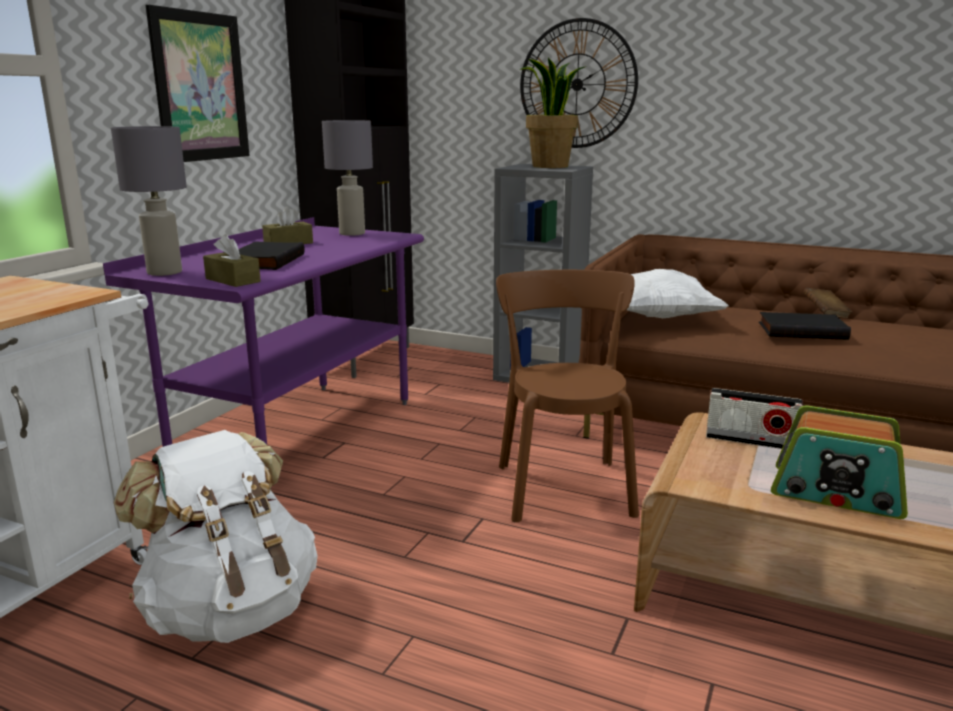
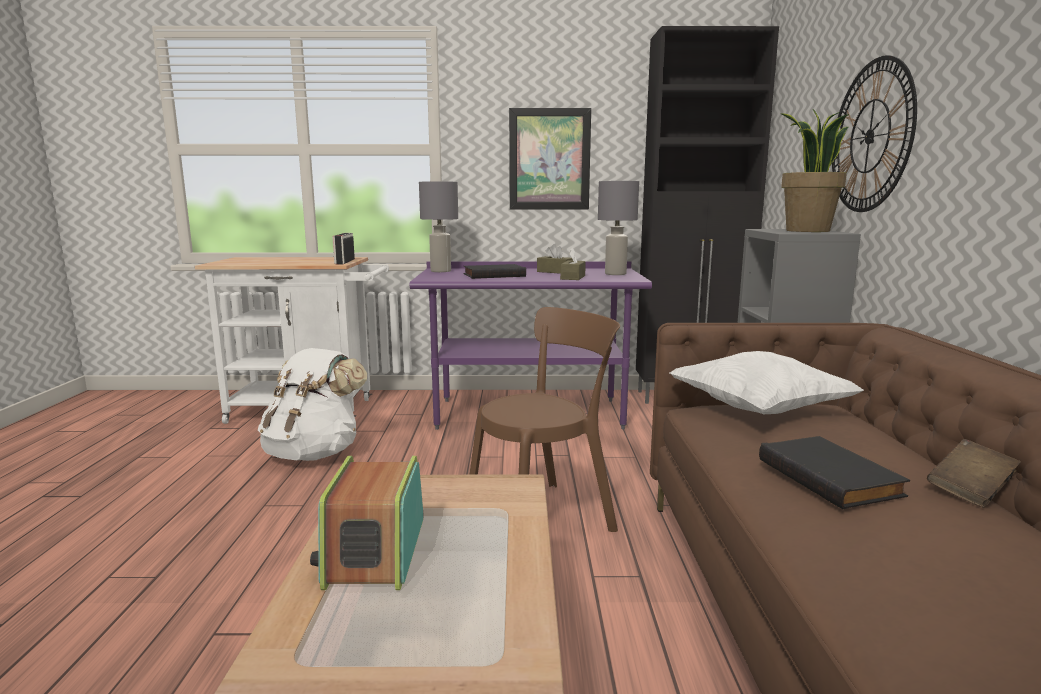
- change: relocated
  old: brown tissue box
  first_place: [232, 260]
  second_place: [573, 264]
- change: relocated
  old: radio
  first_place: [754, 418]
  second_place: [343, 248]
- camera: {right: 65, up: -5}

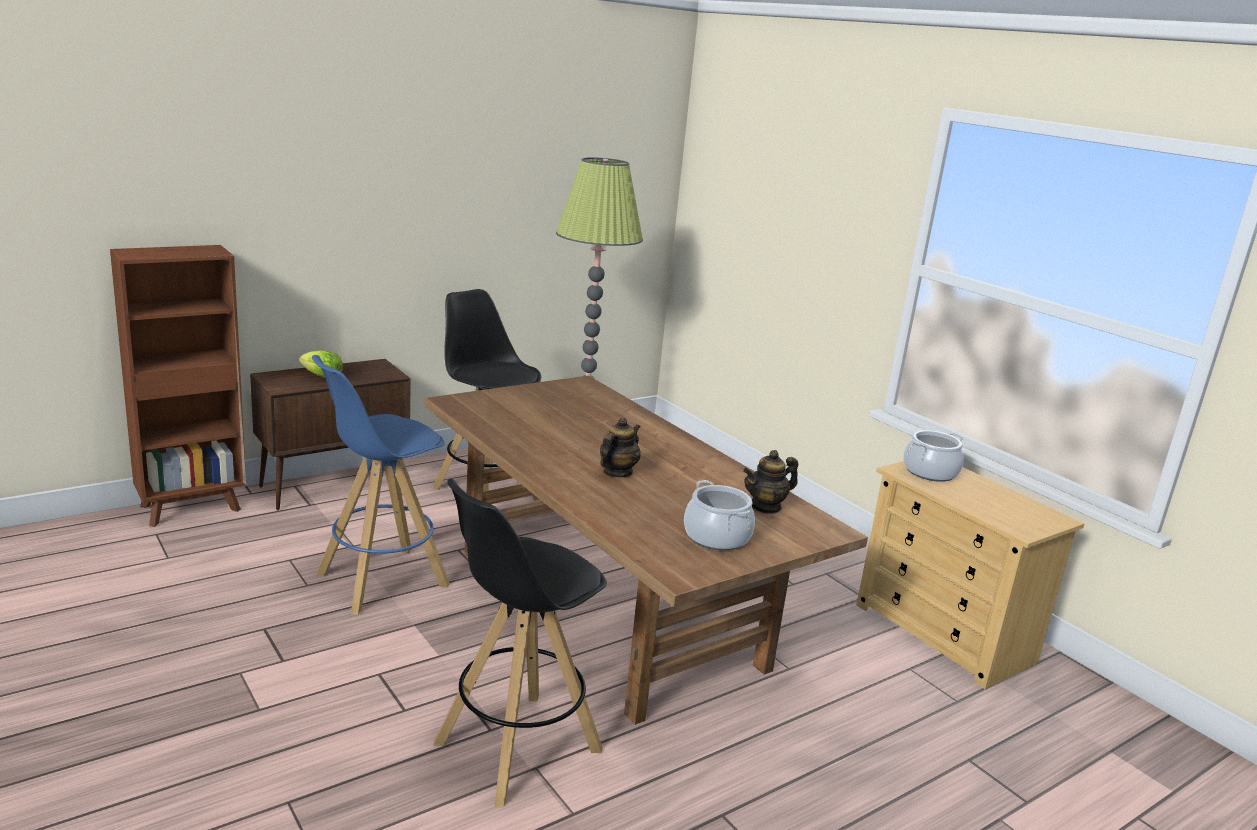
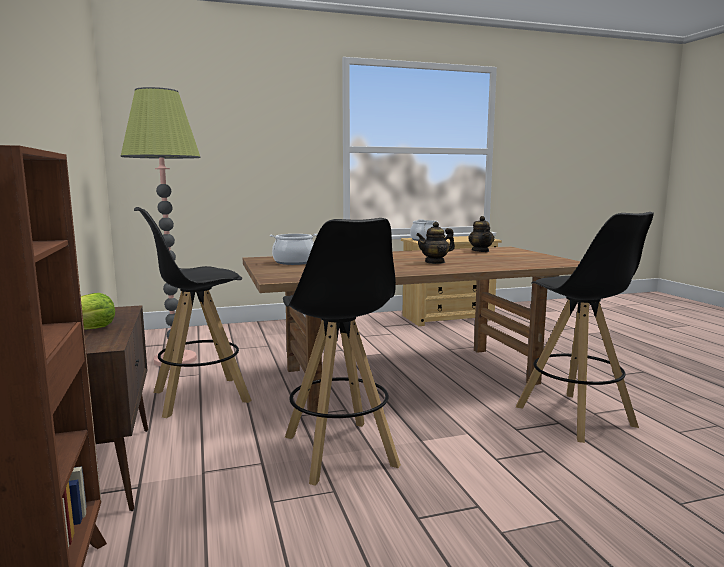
- change: colour
  old: blue stool
  new: black stool
  first_place: [381, 485]
  second_place: [342, 352]
- change: spun
  old: teapot
  first_place: [620, 447]
  second_place: [435, 243]
  degrees: -75
- change: relocated
  old: cooking pot
  first_place: [719, 515]
  second_place: [294, 249]
- camera: {right: -70, up: -10}

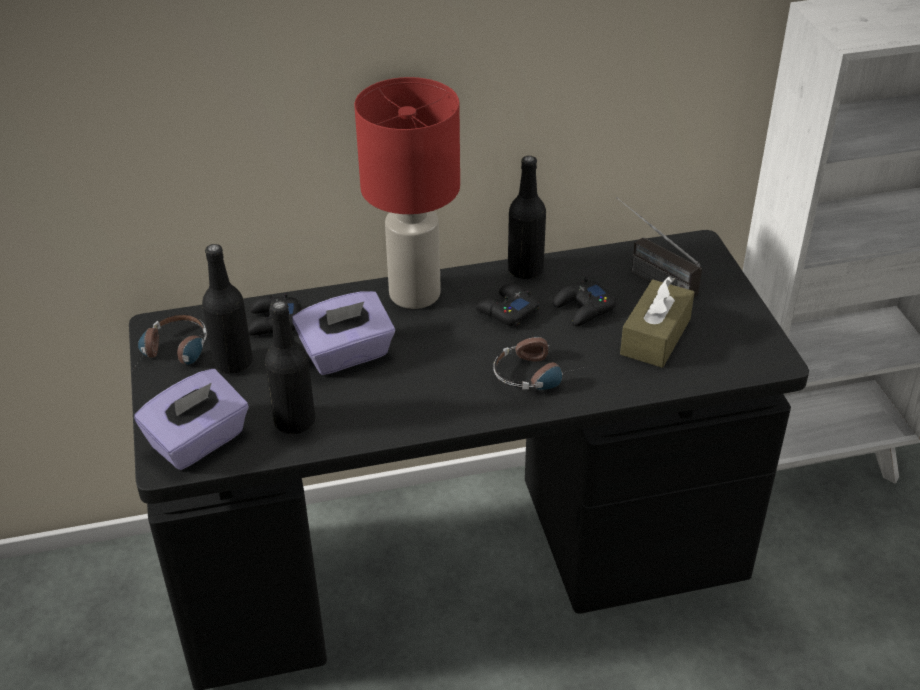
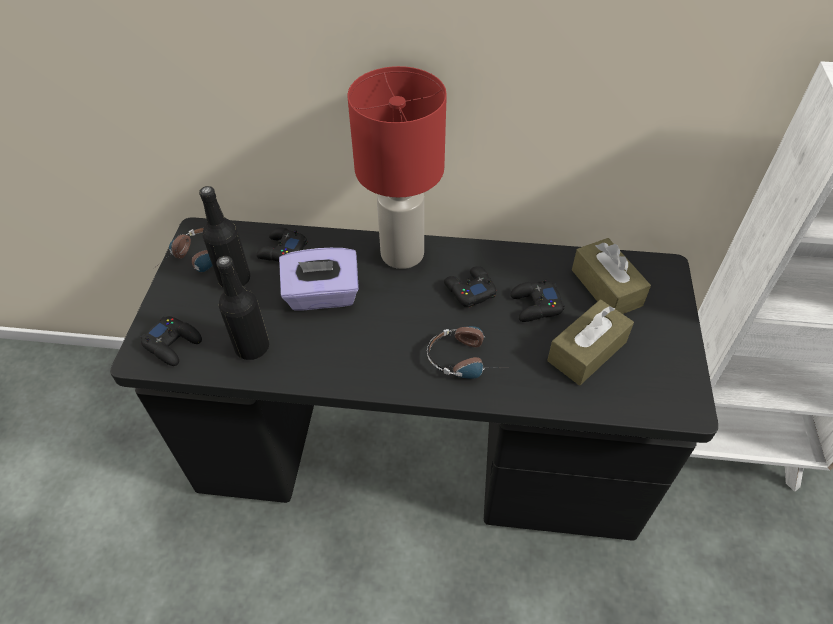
- change: missing
  old: black bottle
  first_place: [527, 217]
- change: exchanged
  old: radio
  new: brown tissue box
  first_place: [659, 247]
  second_place: [611, 276]
- change: exchanged
  old: purple tissue box
  new: black game controller
  first_place: [191, 419]
  second_place: [171, 341]
- camera: {right: 20, up: 10}

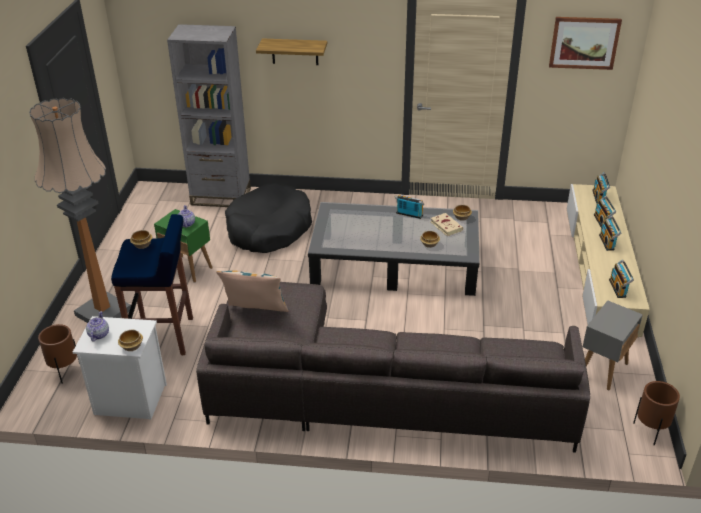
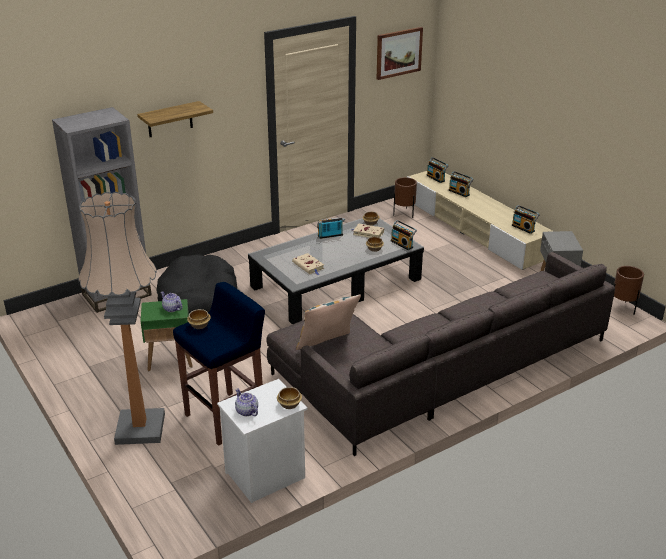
- change: relocated
  old: radio
  first_place: [610, 233]
  second_place: [404, 235]
- change: relocated
  old: brown planter
  first_place: [59, 354]
  second_place: [405, 197]
- change: appeared
  new: beige book
  second_place: [308, 264]
- camera: {right: -40, up: -5}

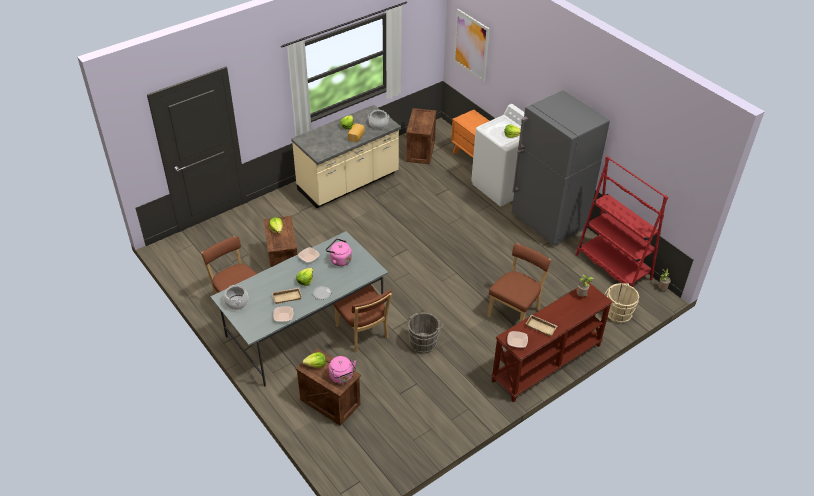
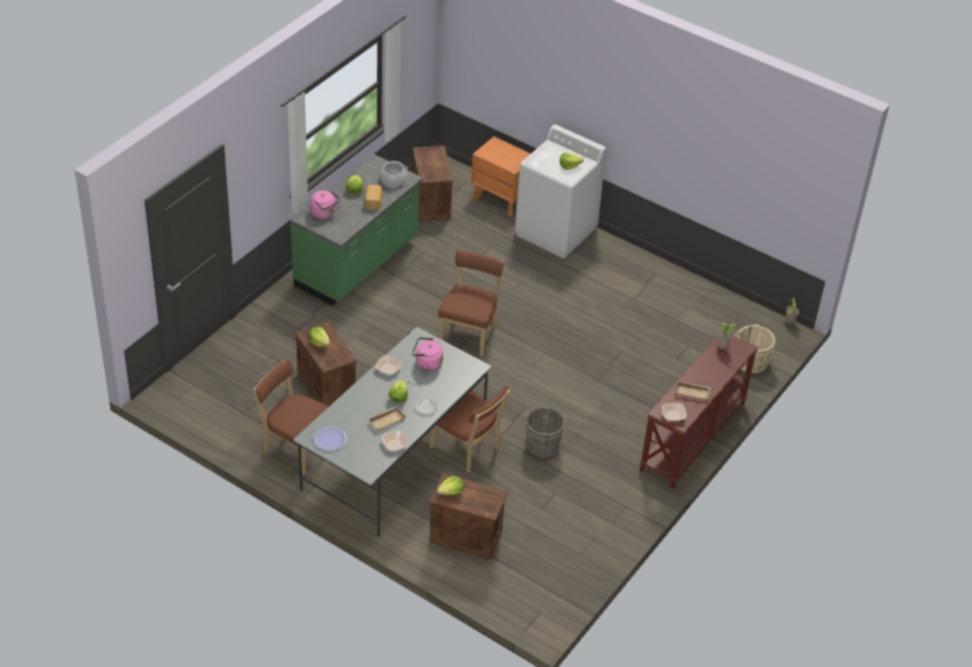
- change: missing
  old: picture
  first_place: [472, 45]
- change: missing
  old: grey fridge
  first_place: [561, 167]
- change: colour
  old: beige counter
  new: green counter
  first_place: [346, 156]
  second_place: [356, 230]
- change: missing
  old: red bookcase
  first_place: [622, 221]
- change: relocated
  old: brown chair
  first_place: [519, 282]
  second_place: [471, 304]
- change: exchanged
  old: cooking pot
  new: plate
  first_place: [236, 297]
  second_place: [330, 439]
- change: relocated
  old: pink kettle
  first_place: [342, 369]
  second_place: [325, 204]
- camera: {right: -20, up: 0}

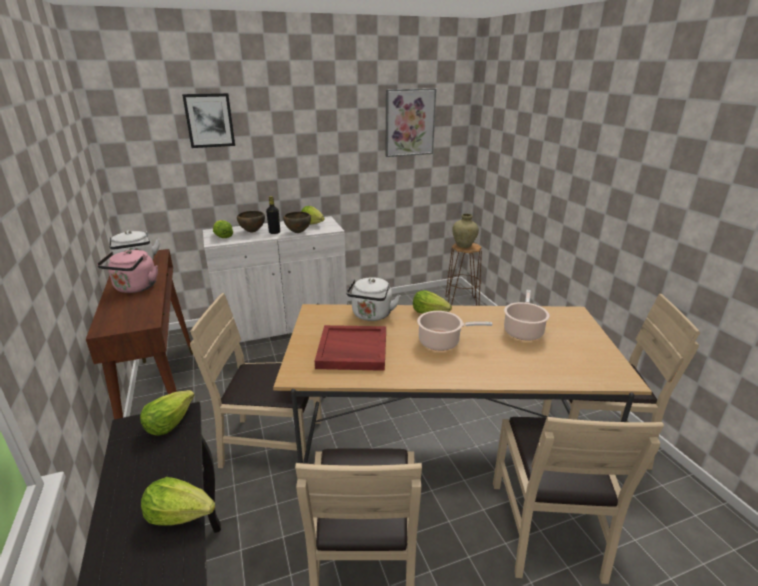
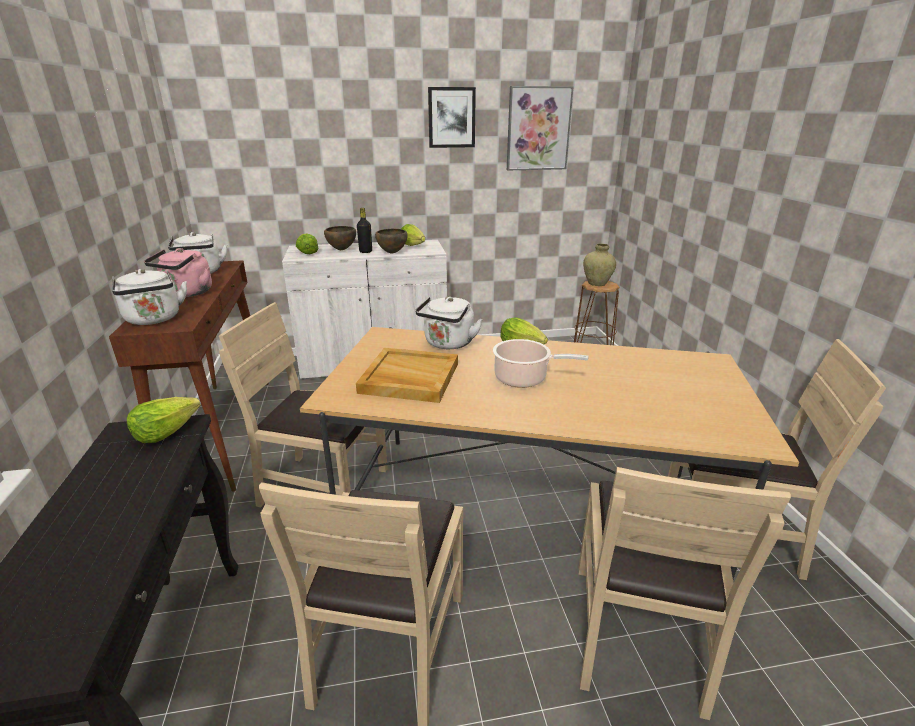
- change: relocated
  old: picture
  first_place: [208, 120]
  second_place: [452, 117]
- change: missing
  old: cooking pot
  first_place: [527, 315]
- change: colour
  old: red tray
  new: beige tray
  first_place: [350, 348]
  second_place: [407, 375]
- change: missing
  old: lettuce
  first_place: [178, 501]
- change: appeared
  new: white kettle
  second_place: [149, 297]
- camera: {right: 10, up: 0}

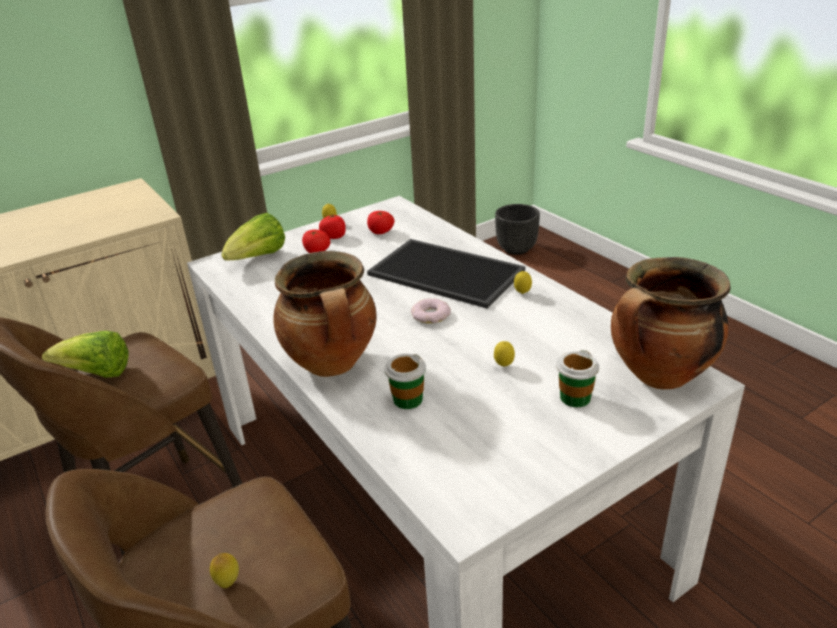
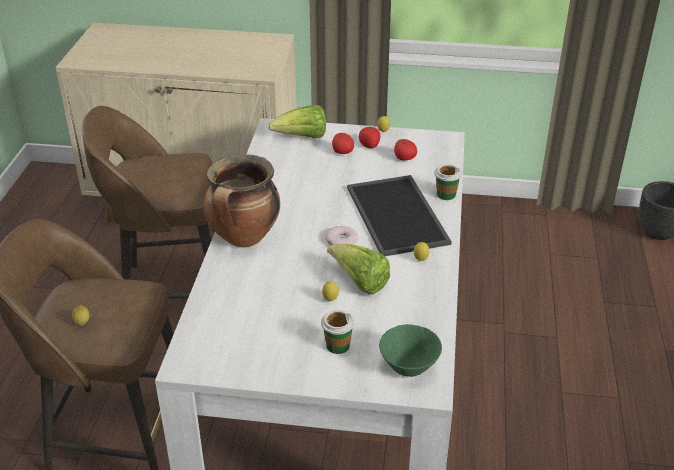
- change: exchanged
  old: cooking pot
  new: green bowl
  first_place: [671, 323]
  second_place: [410, 350]
- change: relocated
  old: lettuce
  first_place: [85, 354]
  second_place: [358, 269]
- change: relocated
  old: cup
  first_place: [405, 381]
  second_place: [448, 182]
- camera: {right: 40, up: 5}

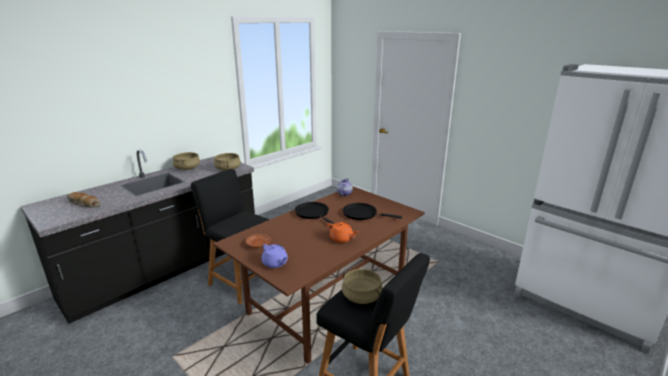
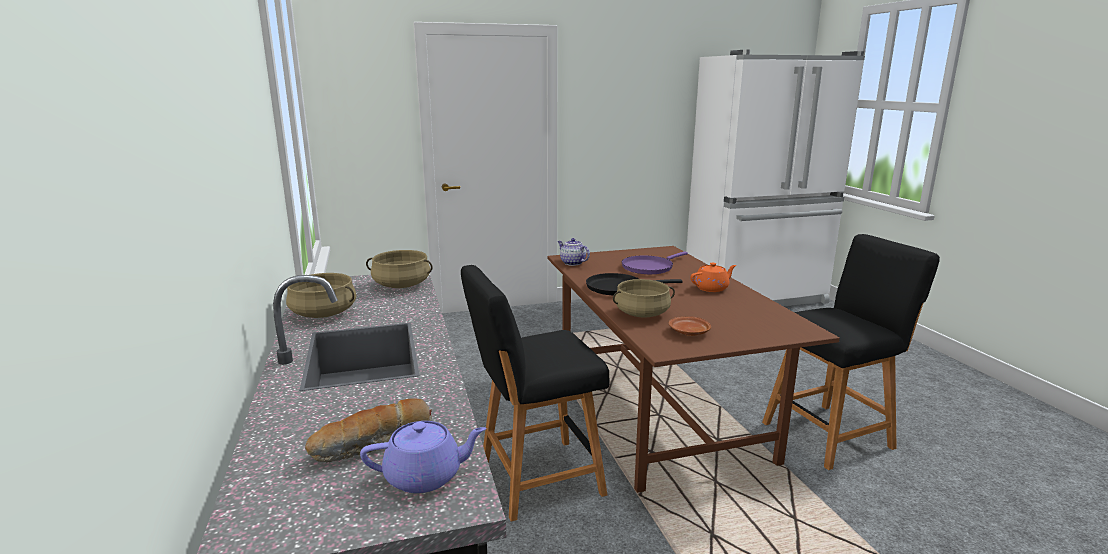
- change: colour
  old: black frying pan
  new: purple frying pan
  first_place: [372, 211]
  second_place: [655, 262]
- change: relocated
  old: purple teapot
  first_place: [274, 256]
  second_place: [423, 457]
- change: relocated
  old: beige cooking pot
  first_place: [362, 286]
  second_place: [644, 298]
- camera: {right: -60, up: -5}

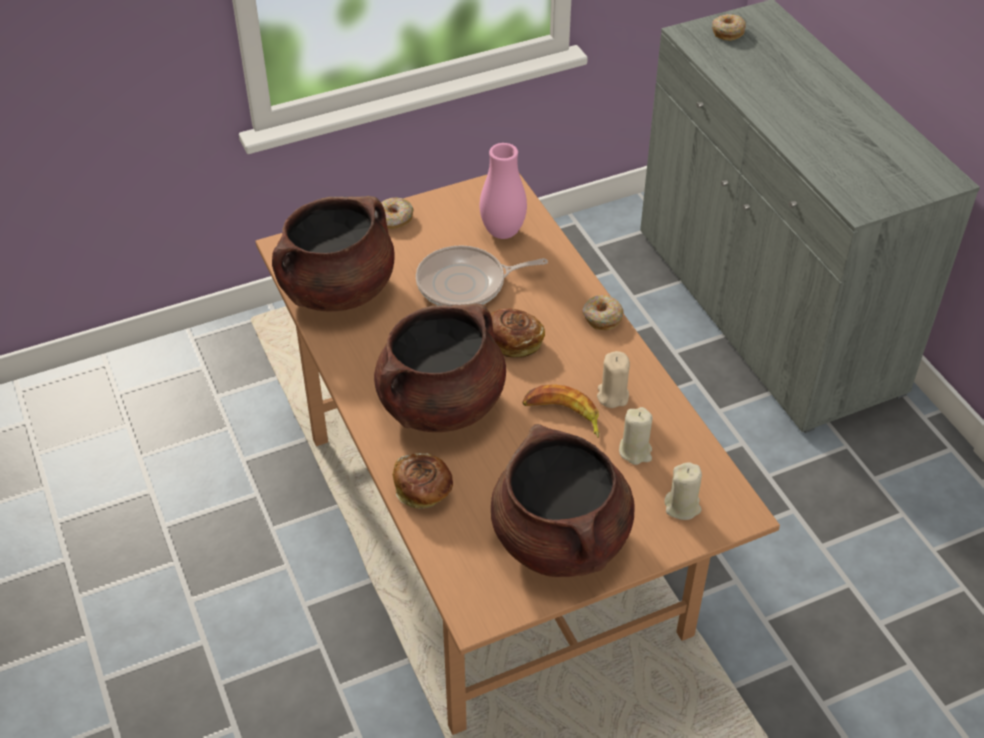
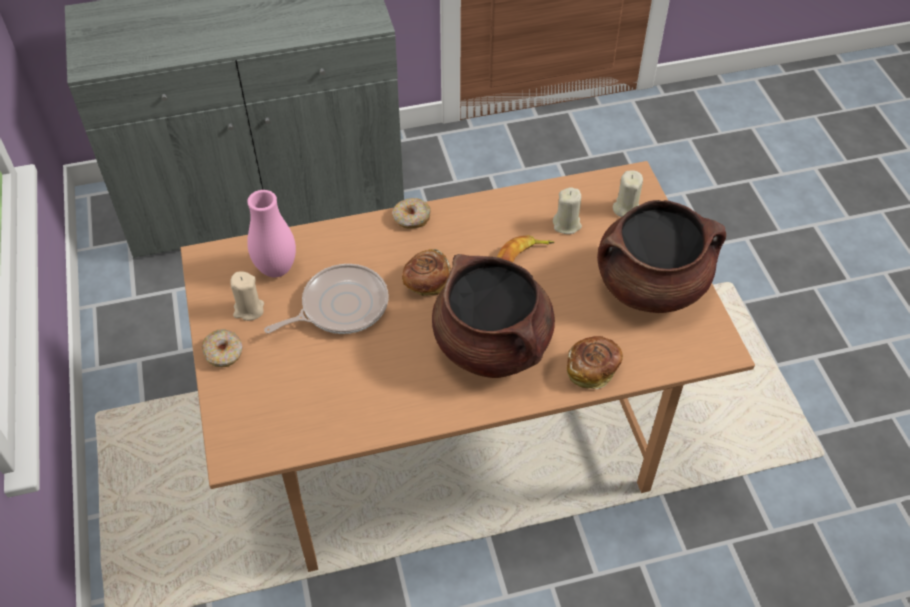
- change: missing
  old: donut
  first_place: [729, 27]
- change: missing
  old: brown cooking pot
  first_place: [333, 253]
- change: spun
  old: frying pan
  first_place: [482, 275]
  second_place: [326, 299]
  degrees: -120
- change: relocated
  old: beige candle
  first_place: [613, 379]
  second_place: [247, 296]
- camera: {right: -80, up: 5}

